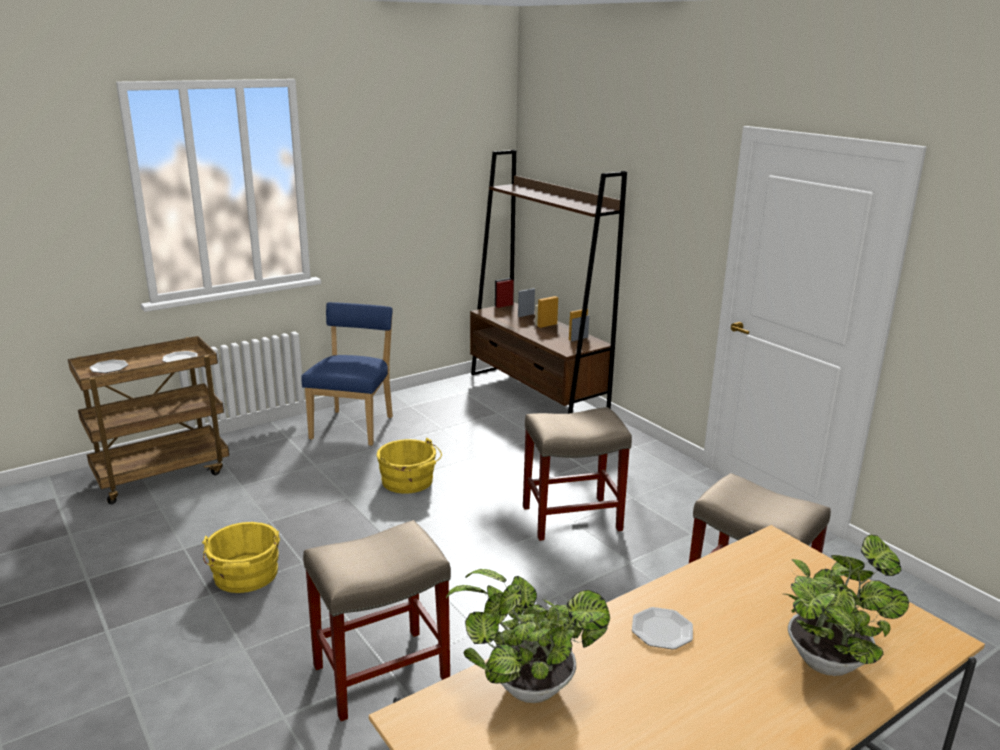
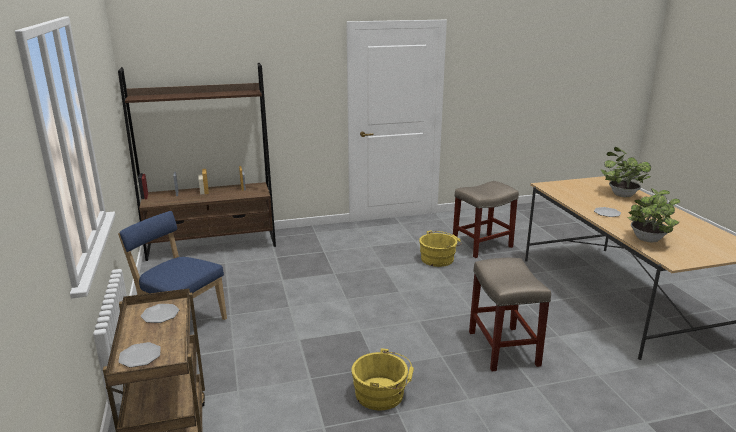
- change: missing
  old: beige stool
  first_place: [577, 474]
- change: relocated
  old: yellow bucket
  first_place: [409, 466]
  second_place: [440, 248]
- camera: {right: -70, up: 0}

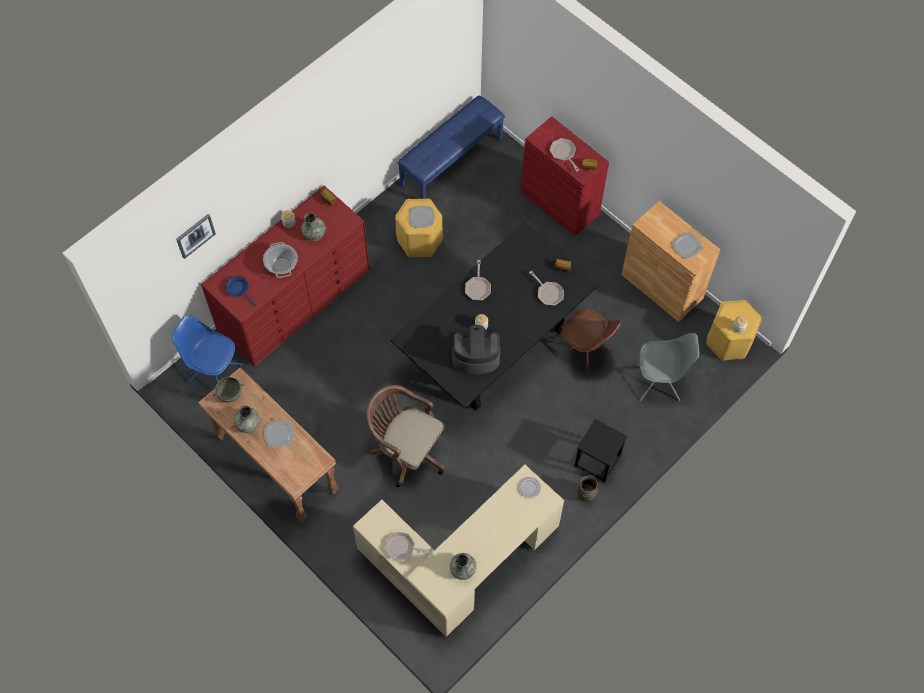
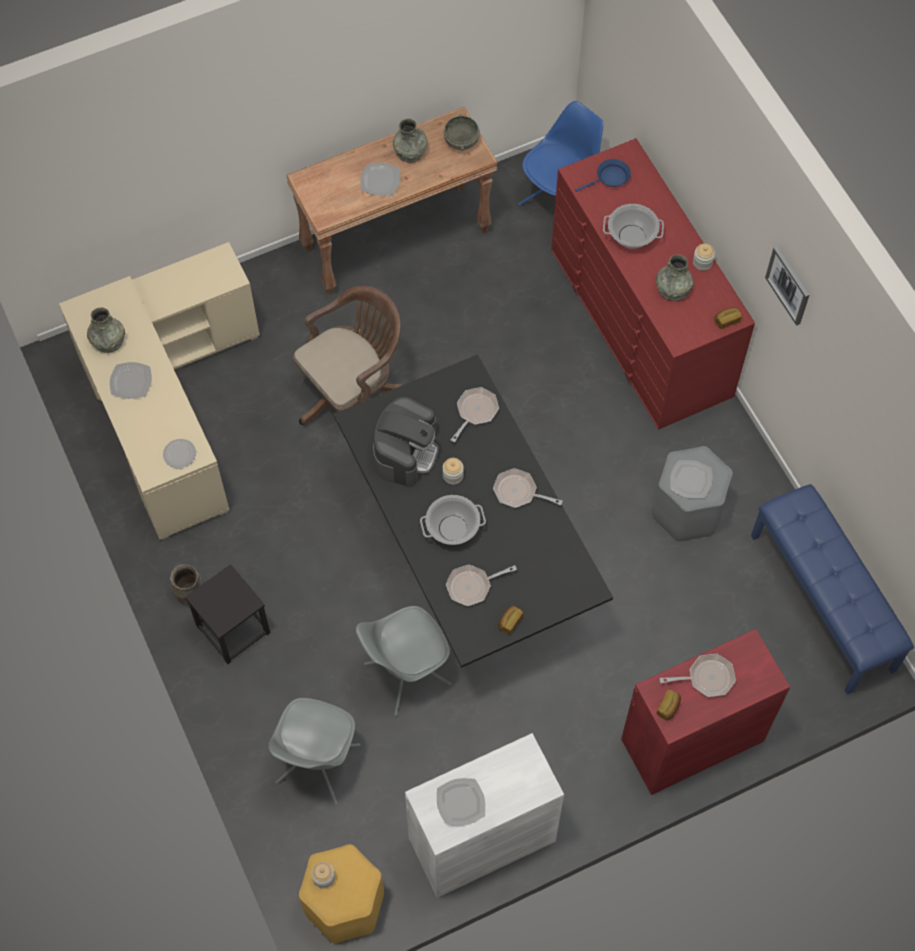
- change: colour
  old: yellow stool
  new: grey stool
  first_place: [419, 228]
  second_place: [692, 493]
- change: colour
  old: brown cabinet
  new: white cabinet
  first_place: [670, 261]
  second_place: [484, 815]
- change: relocated
  old: picture
  first_place: [196, 236]
  second_place: [787, 286]
- change: colour
  old: brown chair
  new: grey chair
  first_place: [588, 344]
  second_place: [404, 661]
- change: relocated
  old: frying pan
  first_place: [409, 546]
  second_place: [474, 414]
- change: appeared
  new: plate
  second_place: [131, 380]
- change: appeared
  new: cooking pot
  second_place: [453, 520]
- camera: {right: 110, up: 0}

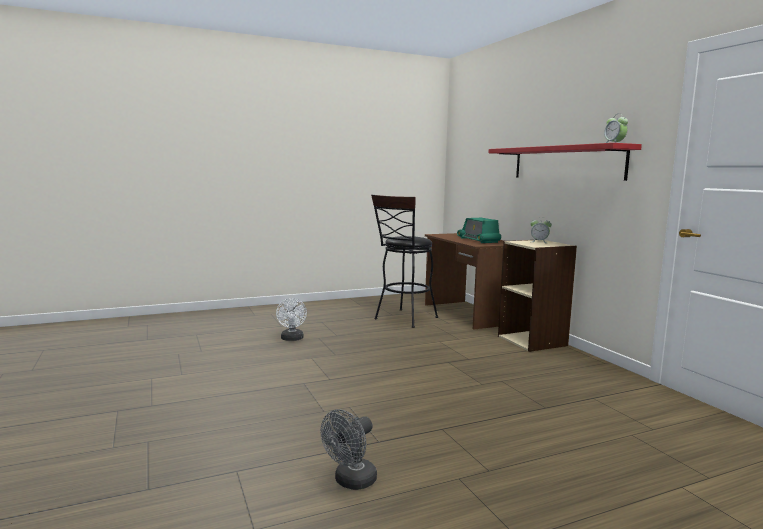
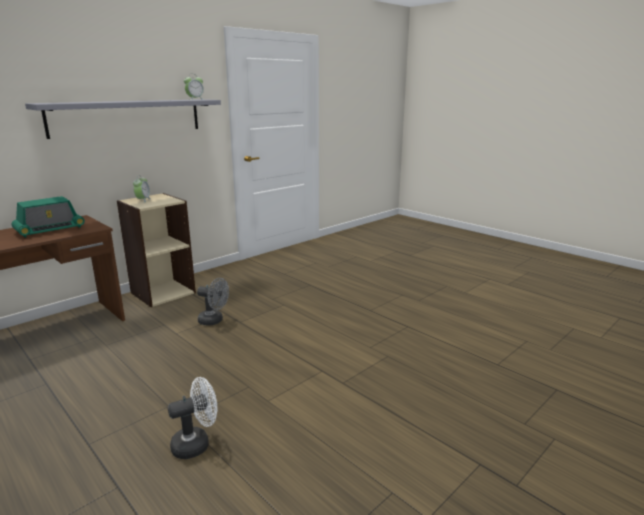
- change: colour
  old: red shelf
  new: grey shelf
  first_place: [565, 162]
  second_place: [123, 119]
- change: missing
  old: black stool
  first_place: [404, 261]
- change: relocated
  old: grey fan
  first_place: [348, 449]
  second_place: [213, 301]
- camera: {right: -110, up: 10}

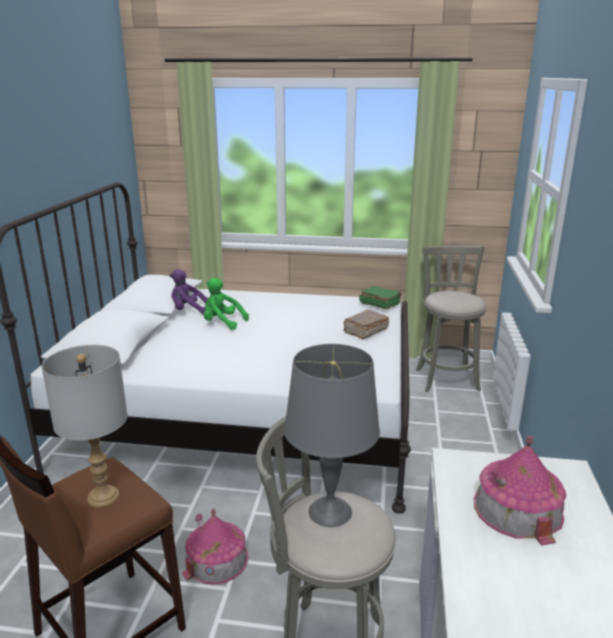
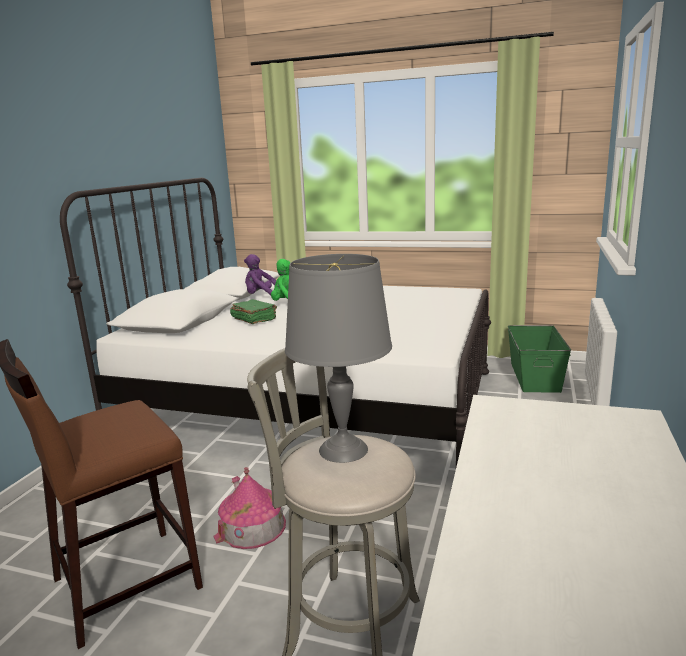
- change: exchanged
  old: grey stool
  new: green storage box
  first_place: [451, 319]
  second_place: [539, 359]
- change: relocated
  old: green book
  first_place: [380, 297]
  second_place: [253, 311]
- change: missing
  old: brown book
  first_place: [366, 325]
- change: missing
  old: grey table lamp
  first_place: [85, 426]
- change: missing
  old: toy house
  first_place: [520, 491]
- camera: {right: 10, up: -5}

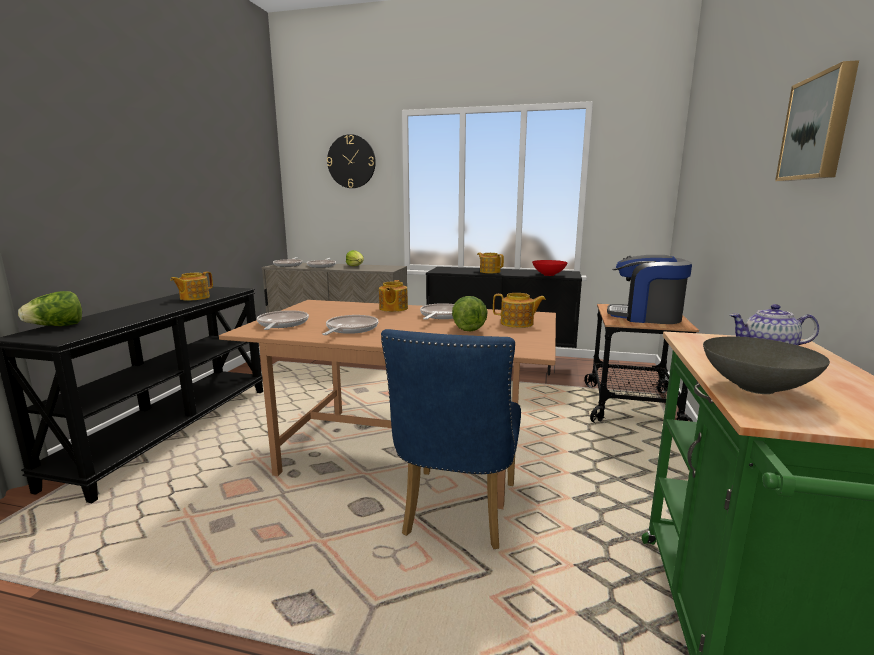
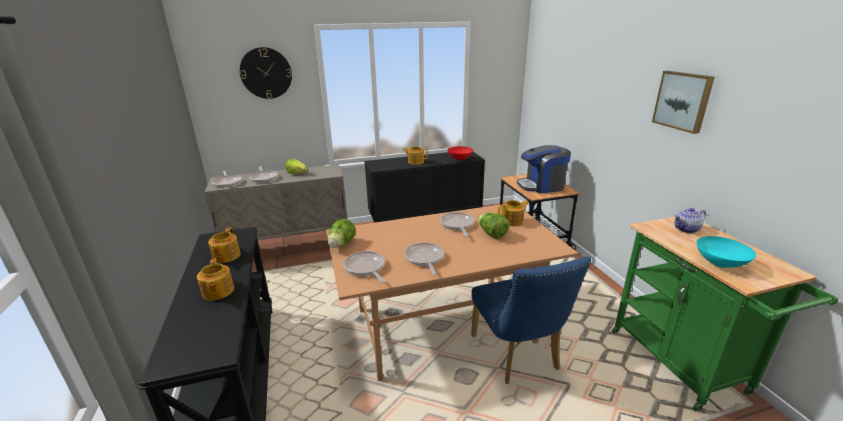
- change: relocated
  old: teapot
  first_place: [393, 296]
  second_place: [215, 279]
- change: relocated
  old: lettuce
  first_place: [50, 308]
  second_place: [341, 233]
- change: colour
  old: grey bowl
  new: turquoise bowl
  first_place: [766, 365]
  second_place: [726, 252]
- camera: {right: -30, up: 10}

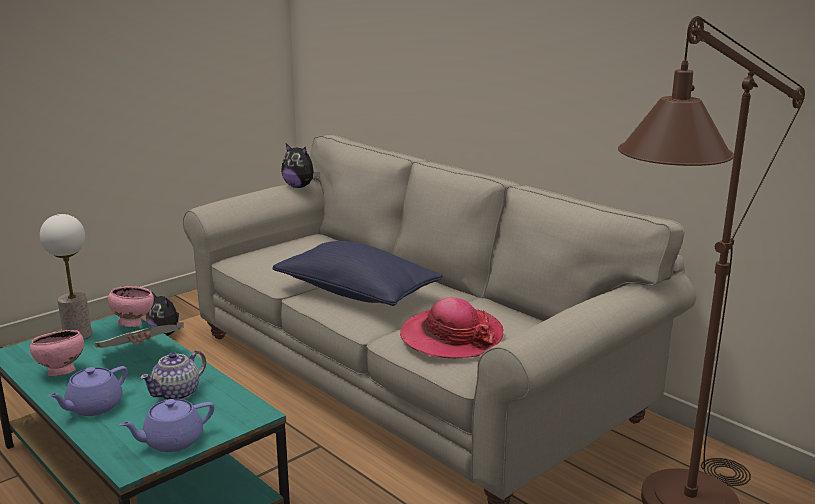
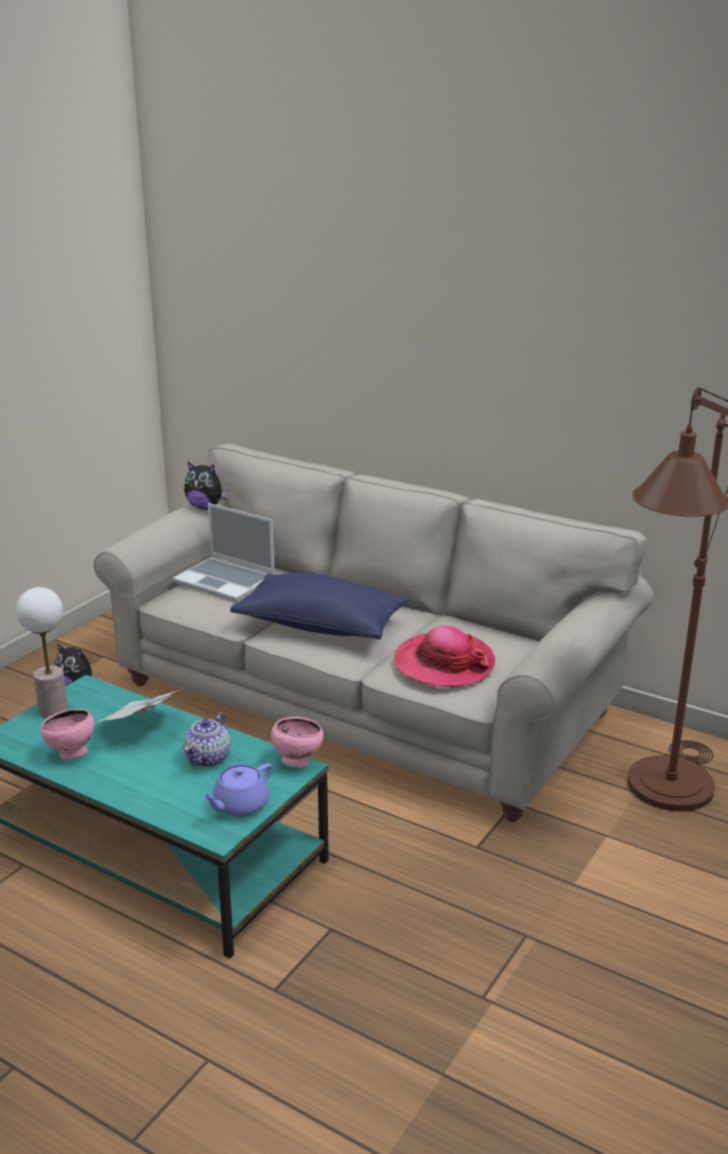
- change: relocated
  old: pink bowl
  first_place: [131, 306]
  second_place: [297, 742]
- change: missing
  old: purple teapot
  first_place: [88, 391]
- change: appeared
  new: laptop
  second_place: [223, 552]
- camera: {right: -15, up: 5}

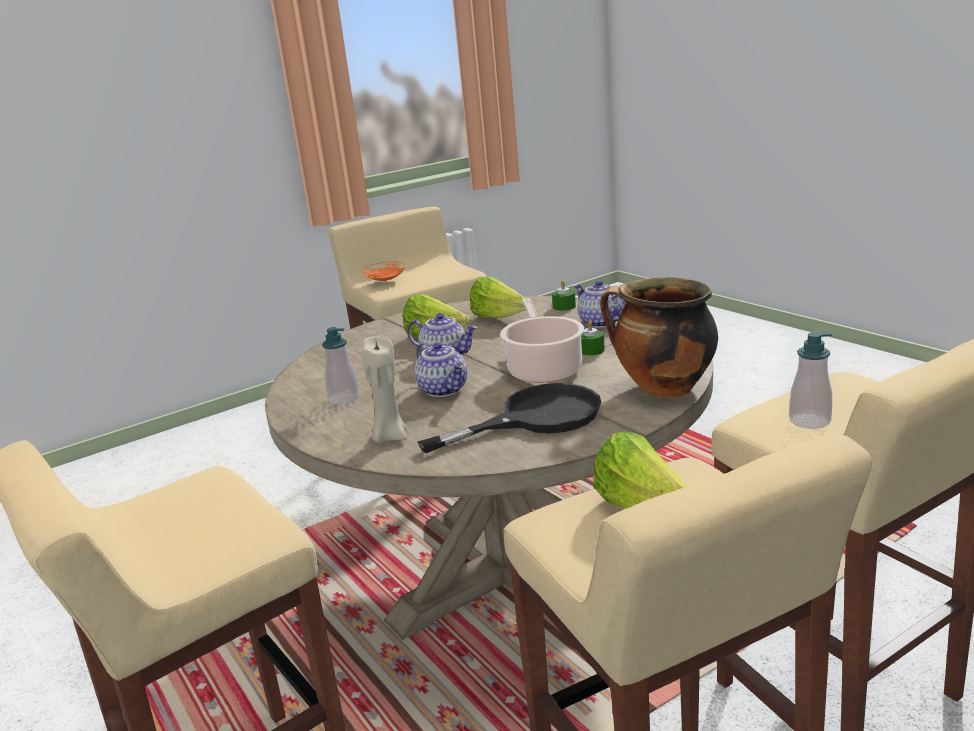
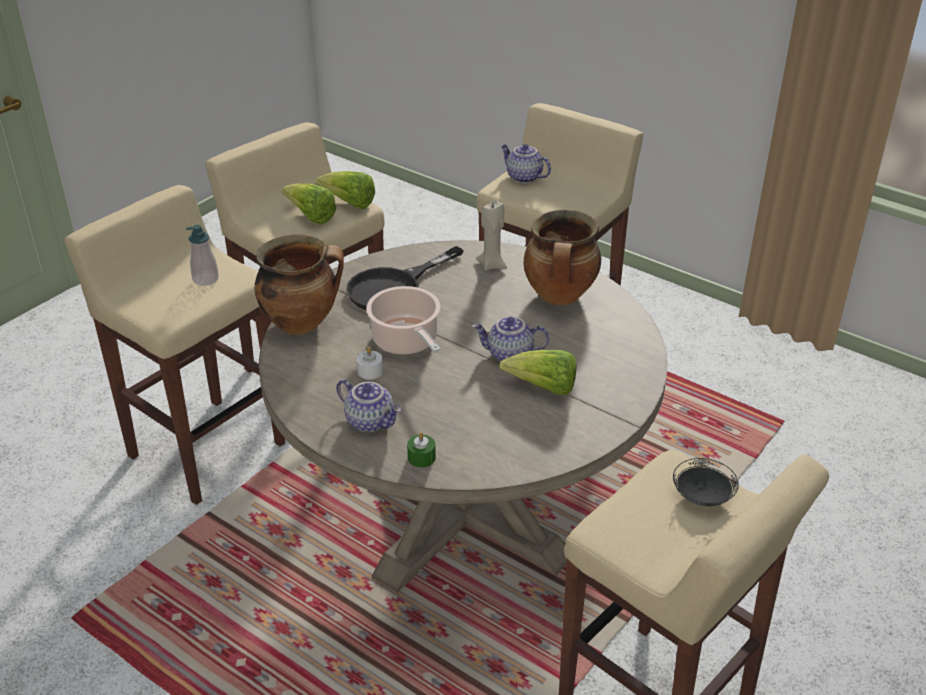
- change: colour
  old: orange plate
  new: black plate
  first_place: [383, 272]
  second_place: [706, 482]
- change: relocated
  old: lettuce
  first_place: [498, 297]
  second_place: [345, 190]
- change: colour
  old: green candle
  new: white candle
  first_place: [593, 338]
  second_place: [370, 363]
- change: exchanged
  old: soap dispenser
  new: cooking pot
  first_place: [341, 366]
  second_place: [562, 257]
- change: relocated
  old: teapot
  first_place: [441, 369]
  second_place: [525, 163]
- camera: {right: 160, up: 15}

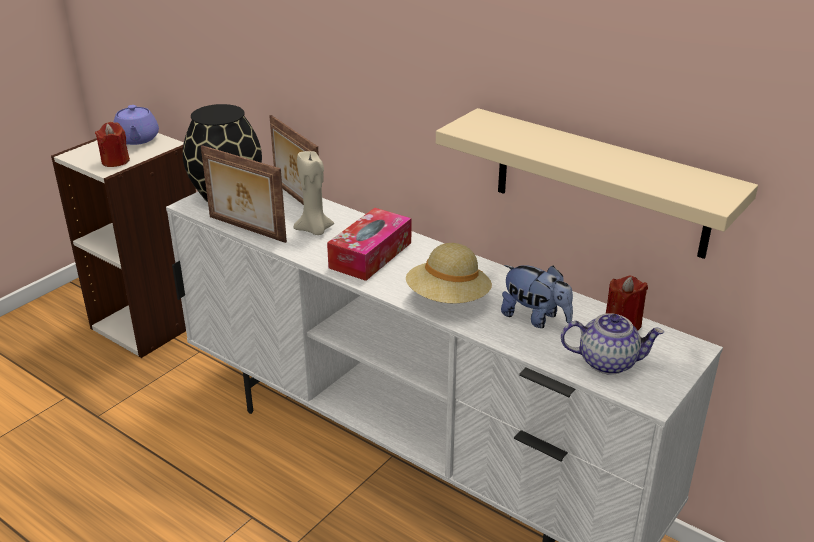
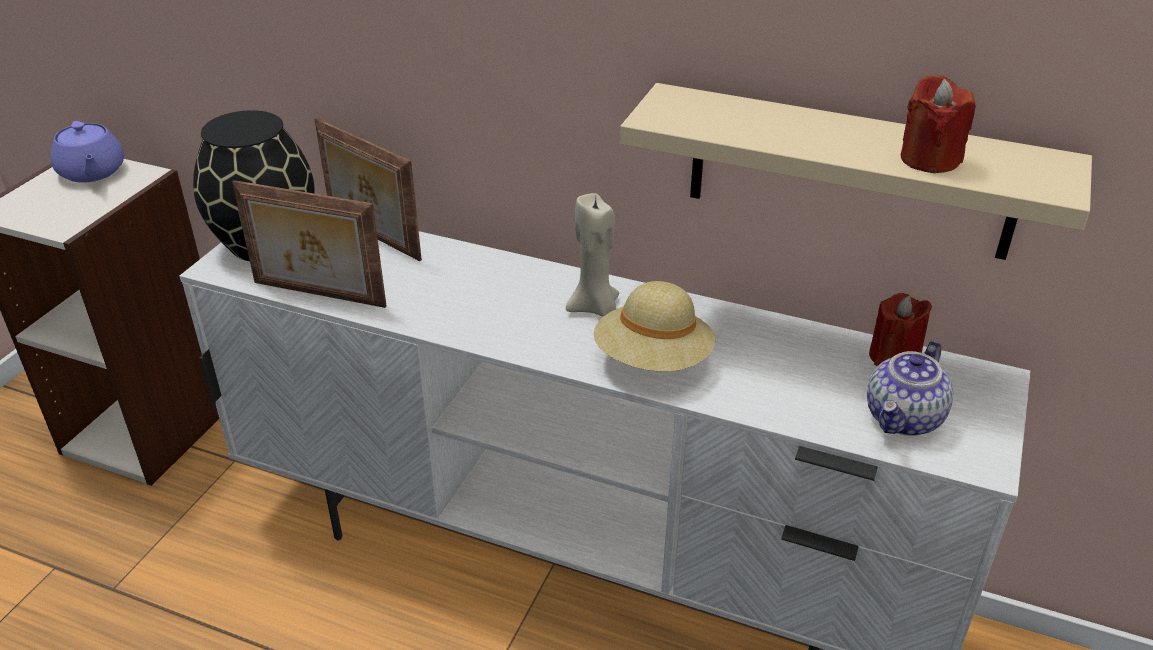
- change: relocated
  old: red candle
  first_place: [112, 144]
  second_place: [938, 124]
- change: relocated
  old: beige candle
  first_place: [314, 193]
  second_place: [592, 255]
- change: missing
  old: tissue box
  first_place: [369, 244]
- change: missing
  old: plush toy
  first_place: [537, 296]
- change: spun
  old: teapot
  first_place: [612, 344]
  second_place: [910, 388]
  degrees: 135
- camera: {right: -15, up: 5}

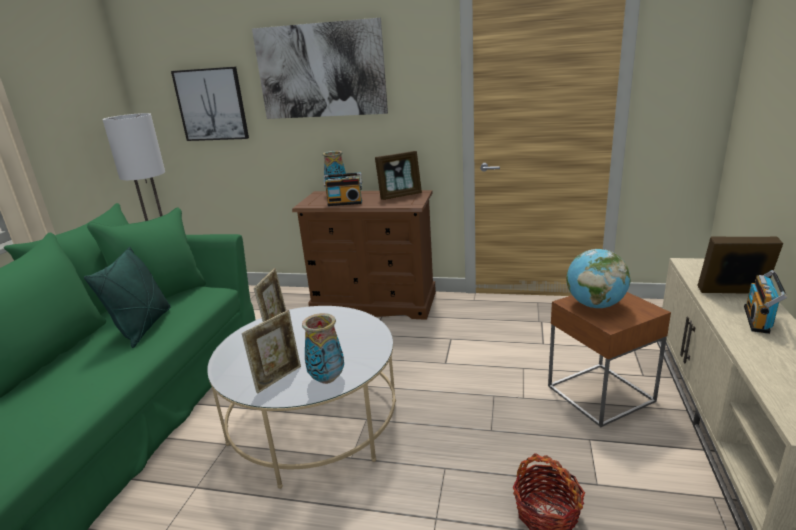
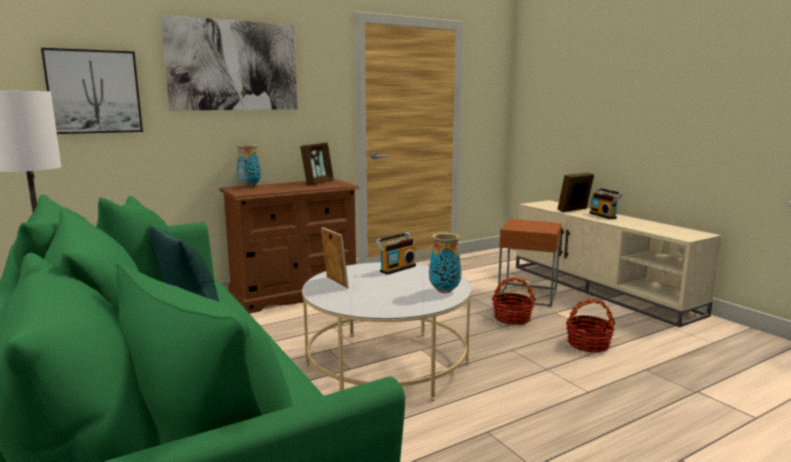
- change: relocated
  old: radio
  first_place: [343, 189]
  second_place: [396, 253]
- change: missing
  old: globe
  first_place: [598, 278]
- change: missing
  old: picture frame
  first_place: [271, 351]
- change: appeared
  new: basket
  second_place: [514, 301]
- camera: {right: -45, up: -10}

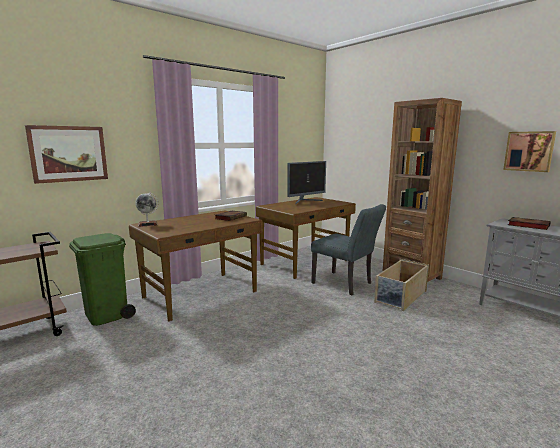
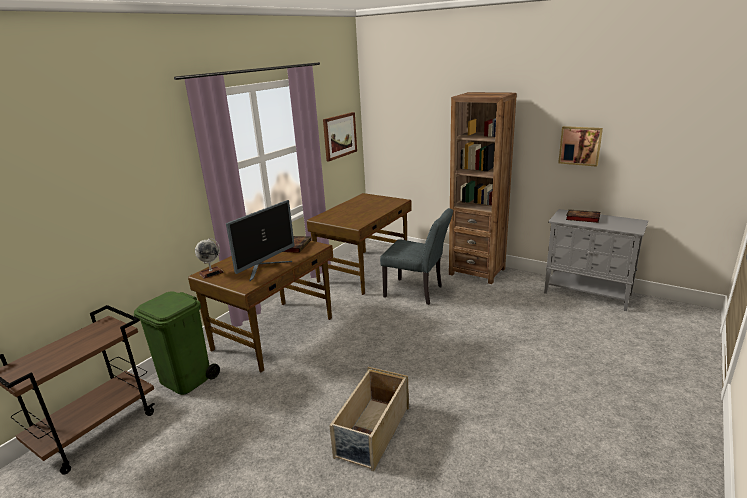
- change: relocated
  old: picture
  first_place: [66, 154]
  second_place: [340, 136]
- change: relocated
  old: monitor
  first_place: [306, 182]
  second_place: [260, 241]
- change: relocated
  old: beige storage box
  first_place: [401, 285]
  second_place: [369, 419]
- camera: {right: -15, up: 10}

